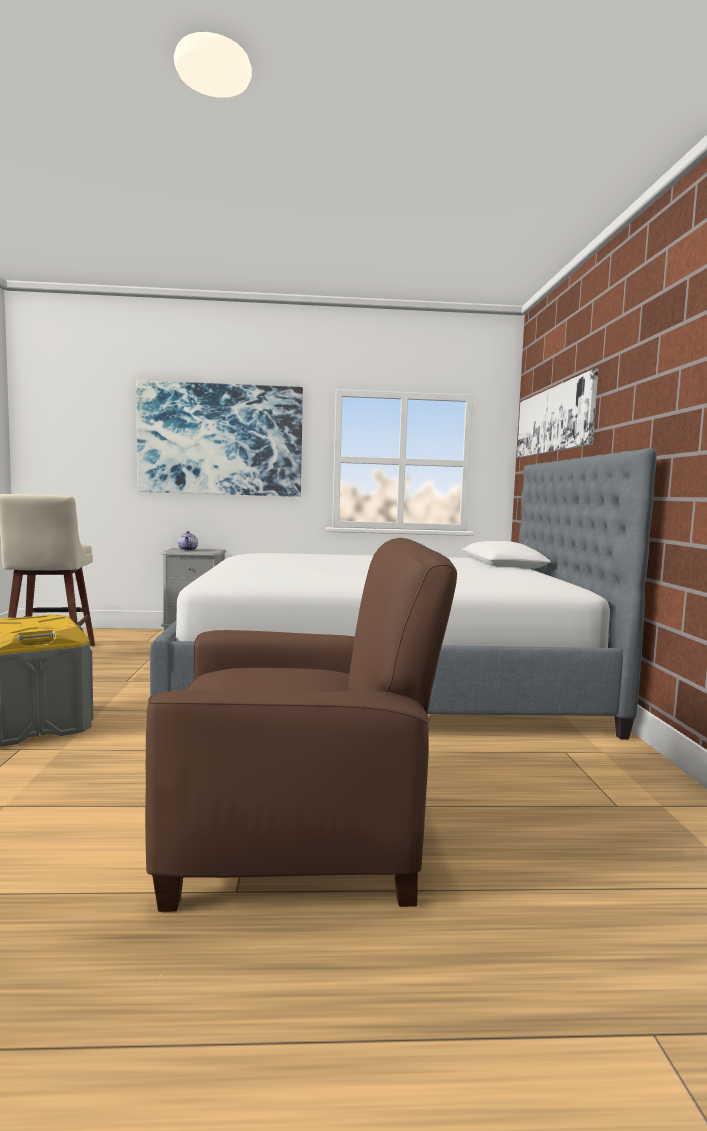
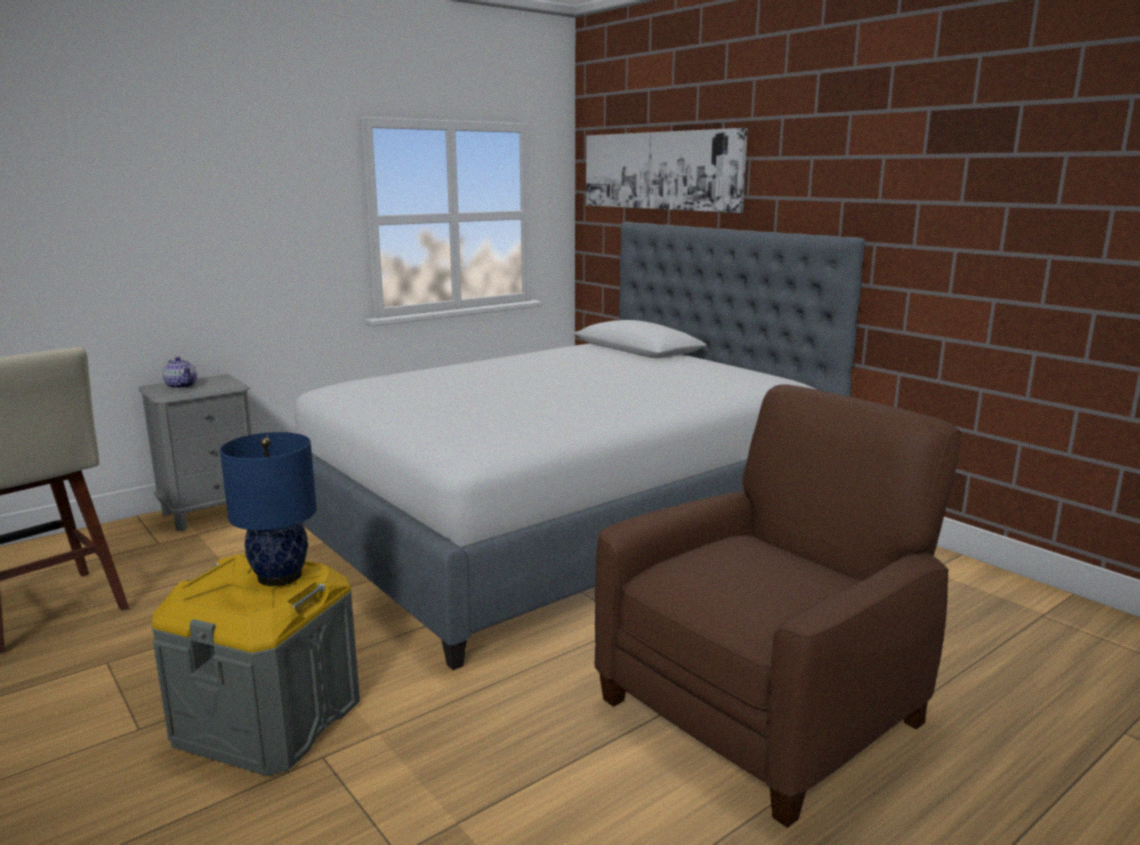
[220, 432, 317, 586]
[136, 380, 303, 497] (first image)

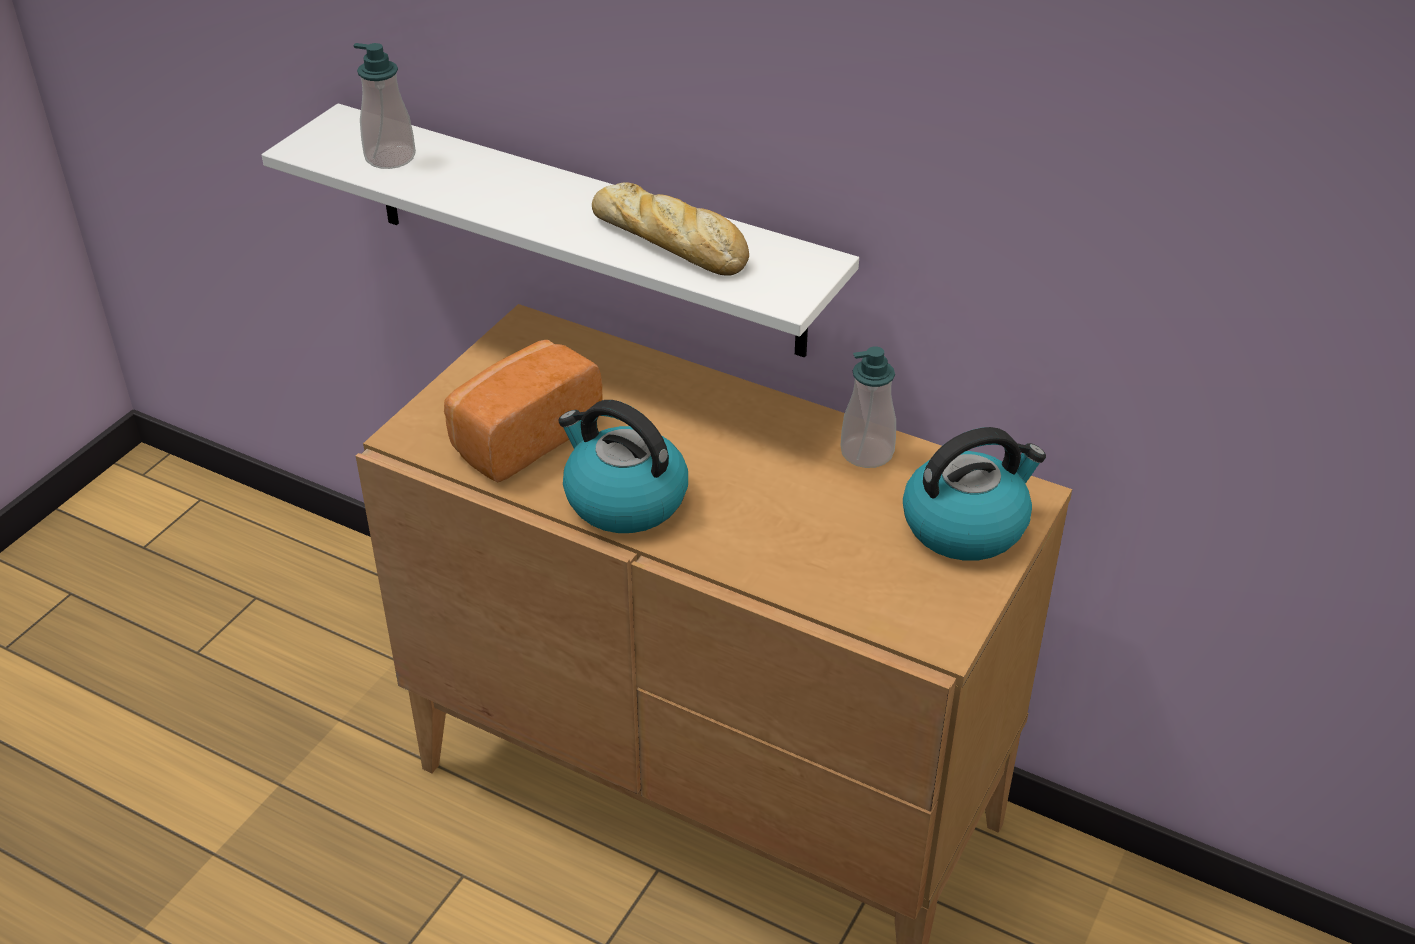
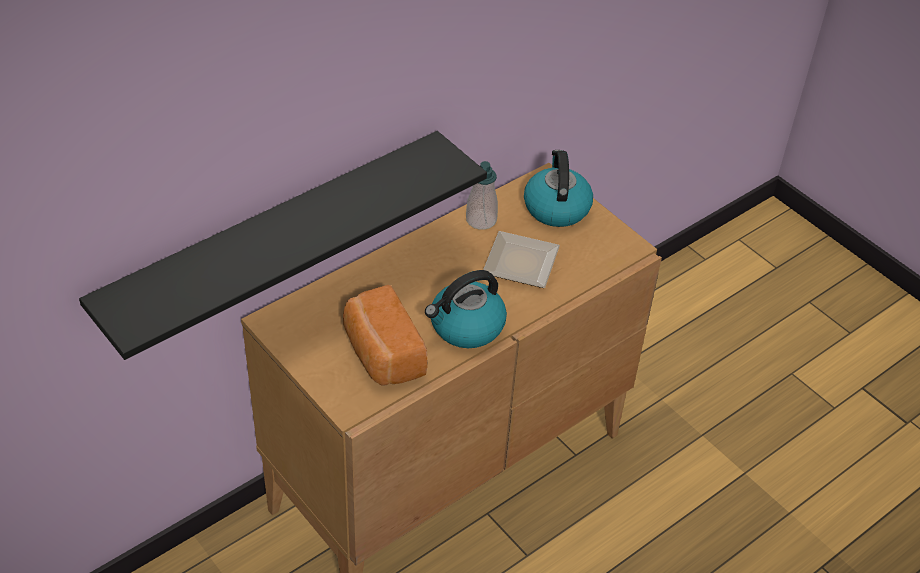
[79, 131, 487, 360]
[483, 231, 560, 288]
[353, 43, 416, 169] (first image)
[592, 182, 749, 276] (first image)

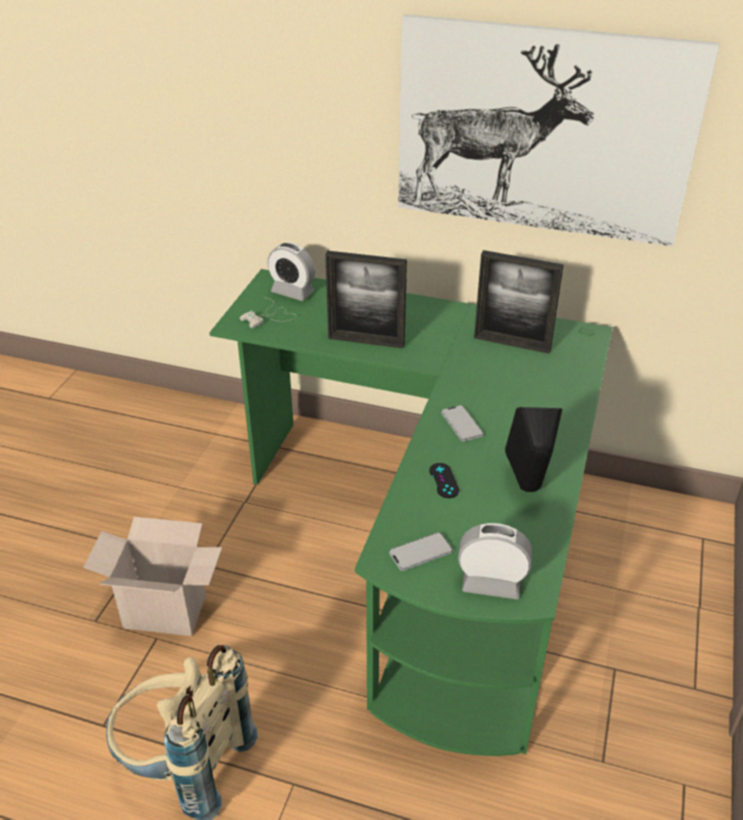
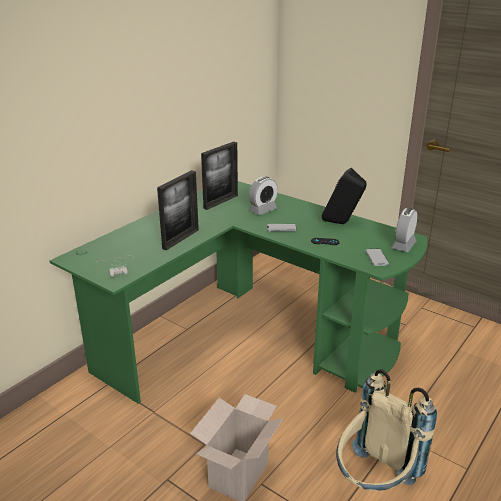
[249, 176, 278, 215]
[398, 14, 720, 247] (first image)

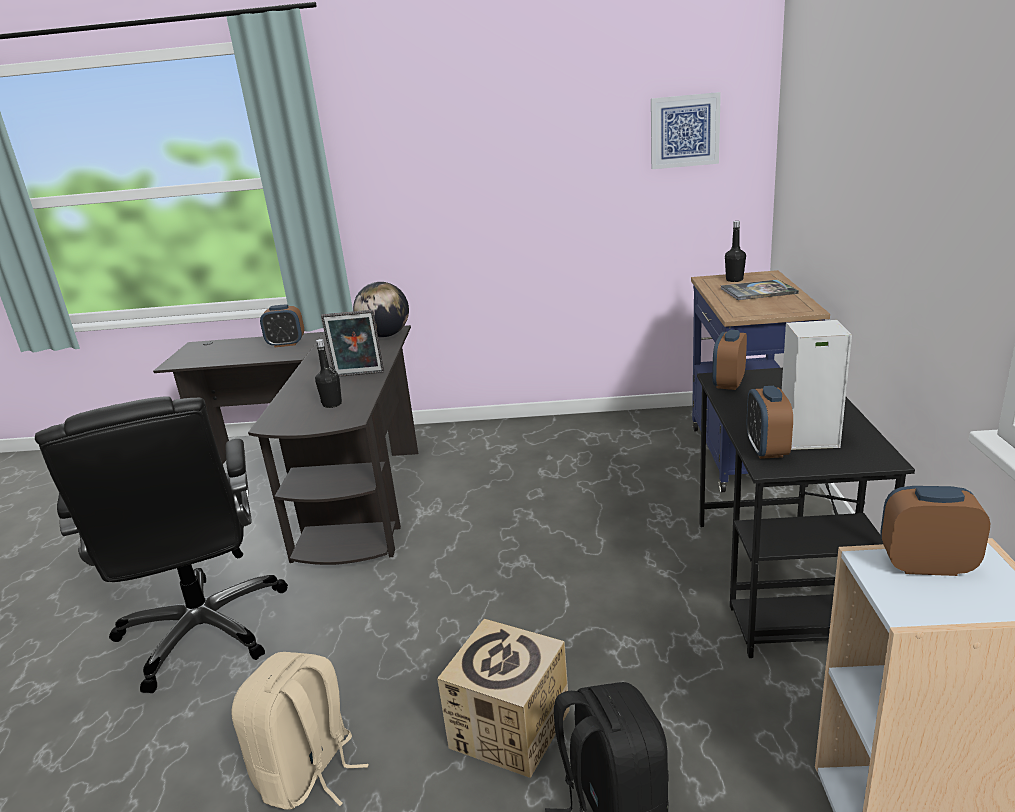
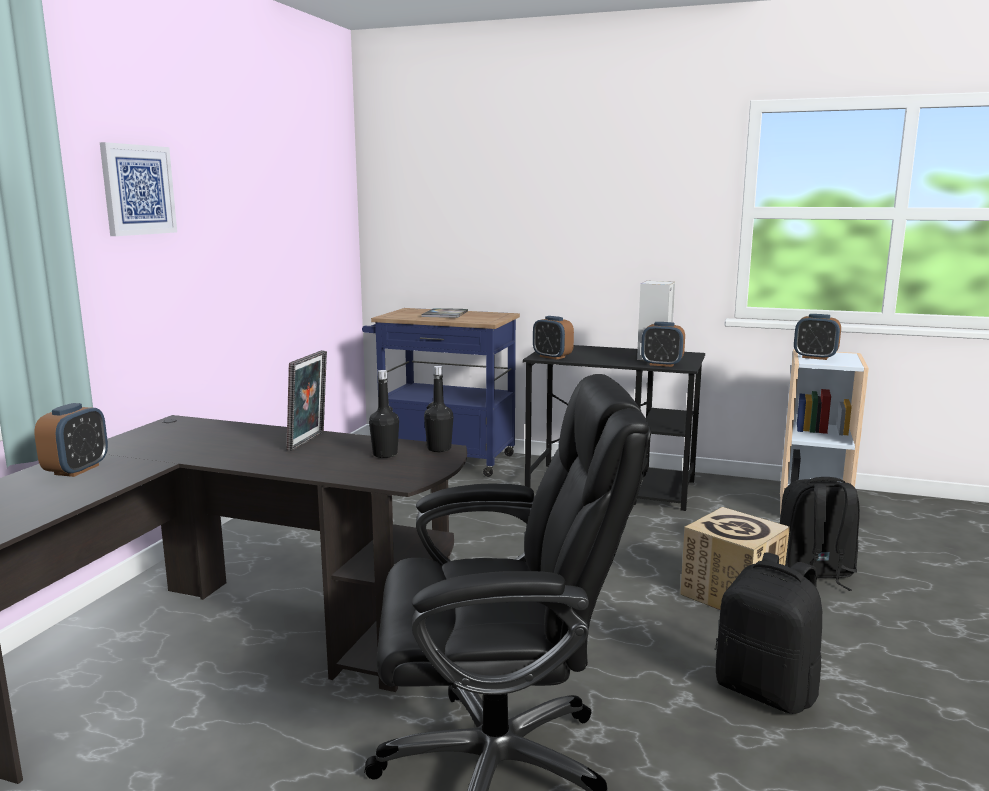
[100, 142, 177, 236]
[424, 366, 453, 452]
[716, 552, 822, 714]
[794, 314, 841, 360]
[353, 282, 409, 337] (first image)

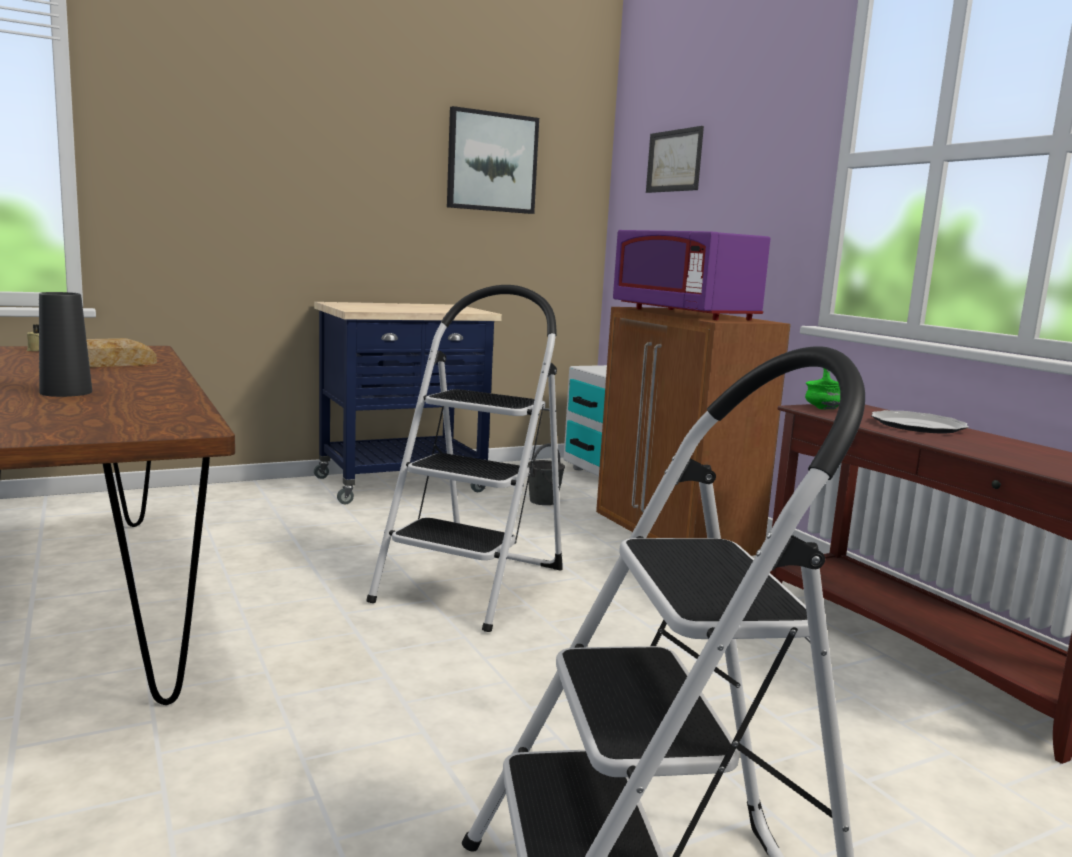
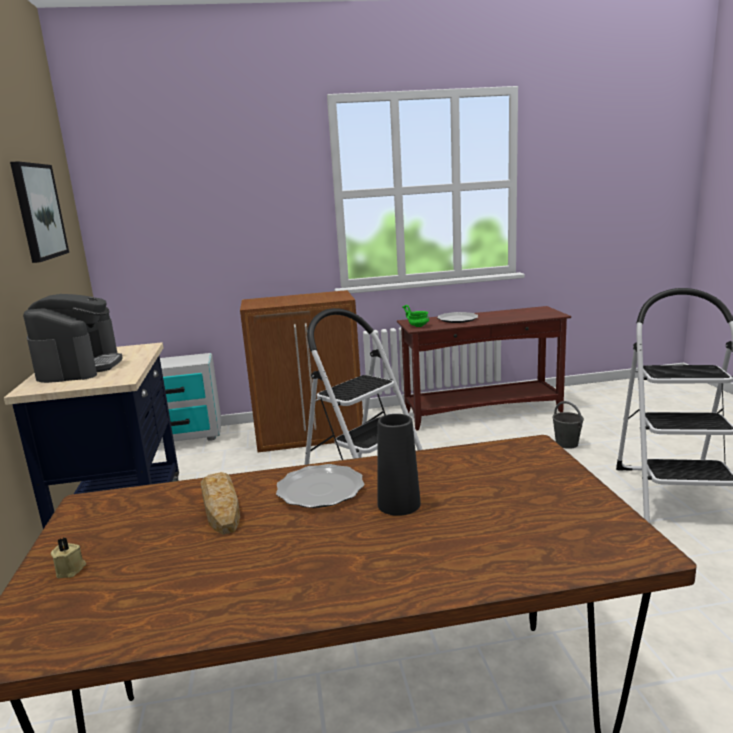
[23, 294, 123, 383]
[276, 464, 364, 508]
[552, 401, 584, 449]
[613, 230, 770, 321] (first image)
[646, 126, 704, 193] (first image)

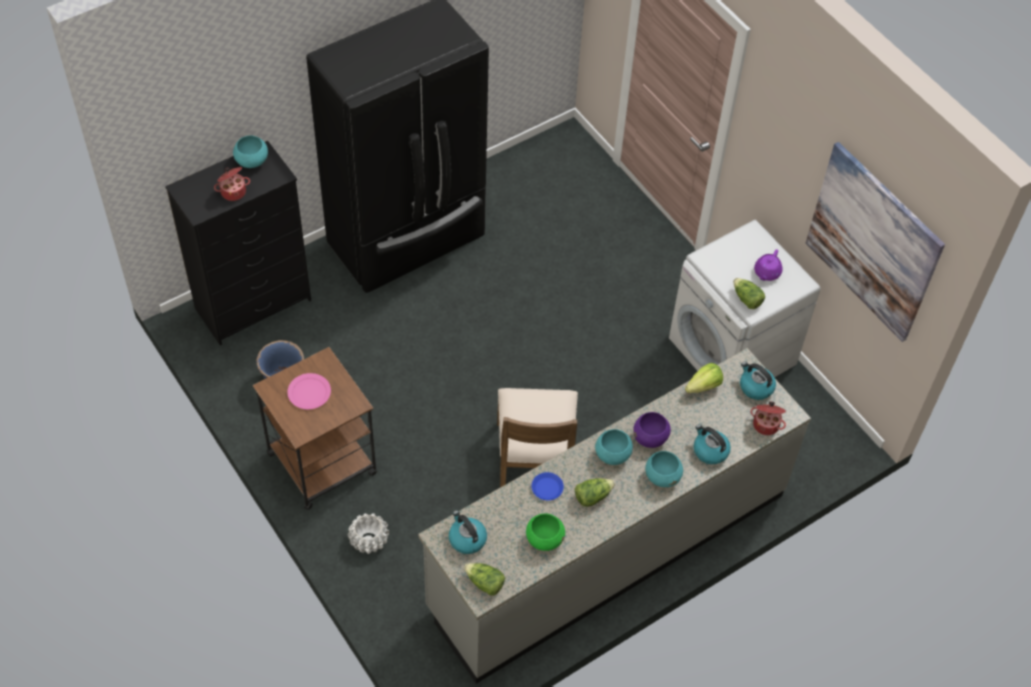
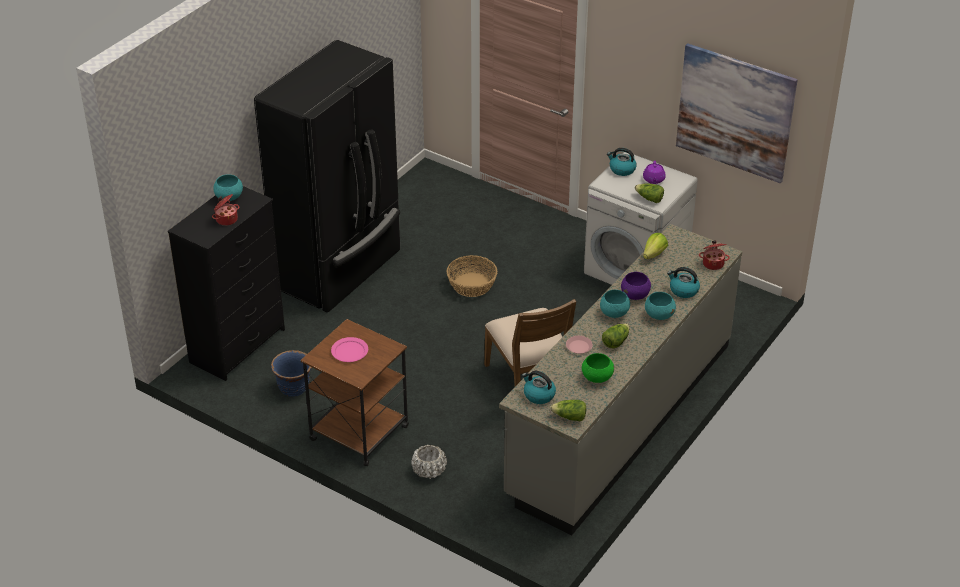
[447, 255, 497, 297]
[566, 336, 593, 354]
[607, 148, 637, 176]

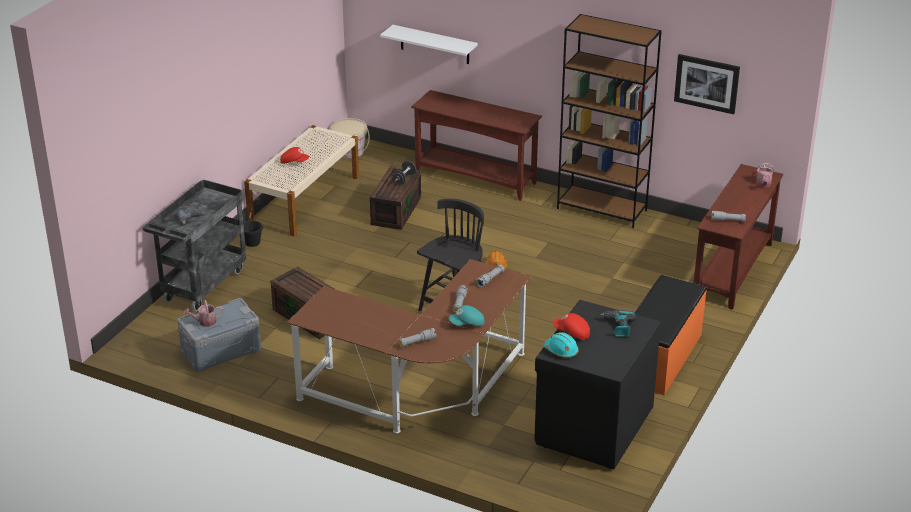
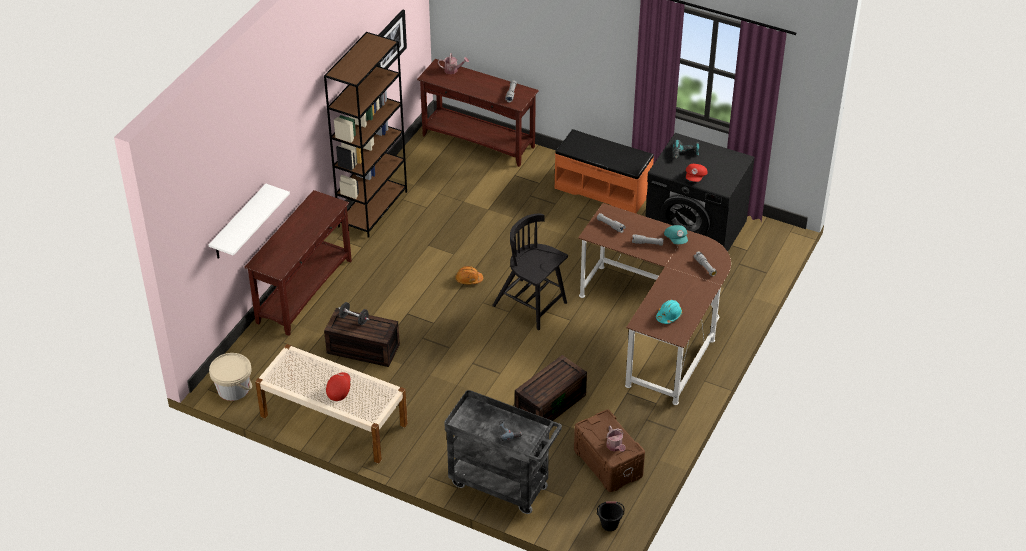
[574, 409, 645, 492]
[597, 501, 625, 531]
[656, 300, 683, 324]

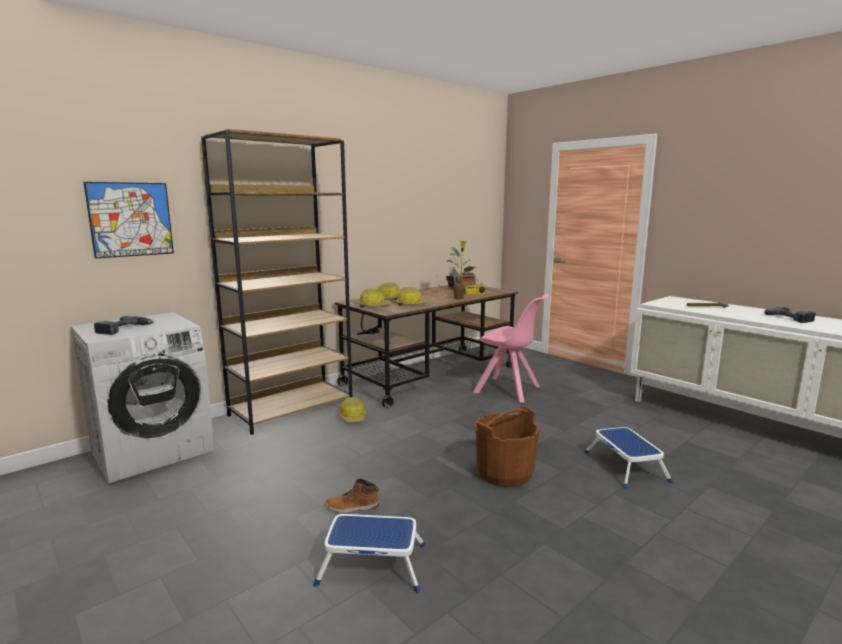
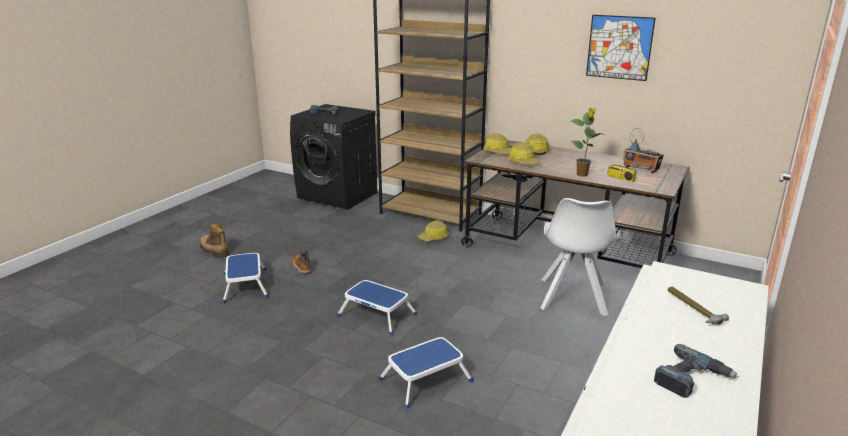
[200, 224, 229, 258]
[290, 104, 377, 209]
[336, 280, 418, 337]
[541, 198, 617, 316]
[586, 15, 655, 81]

